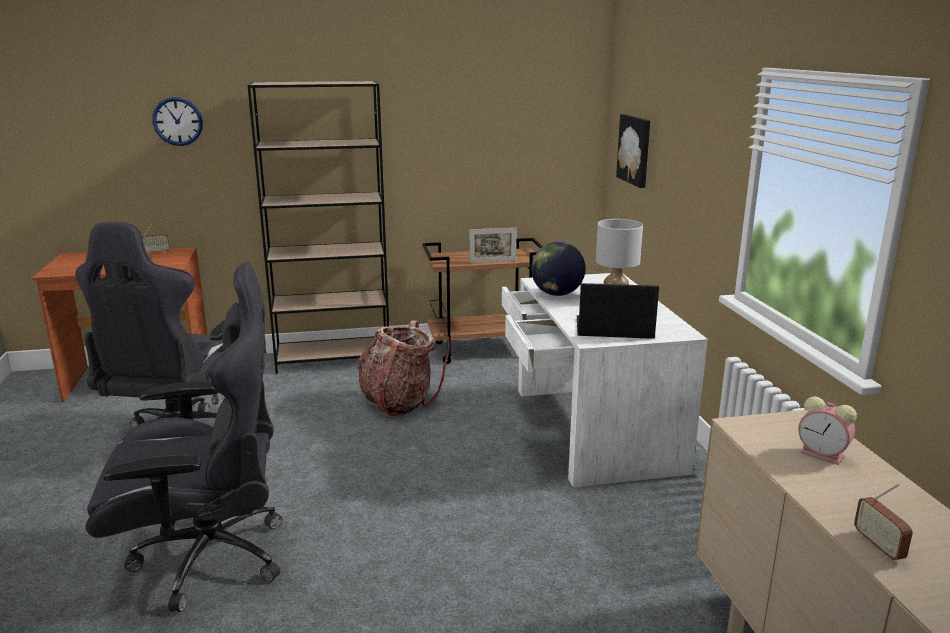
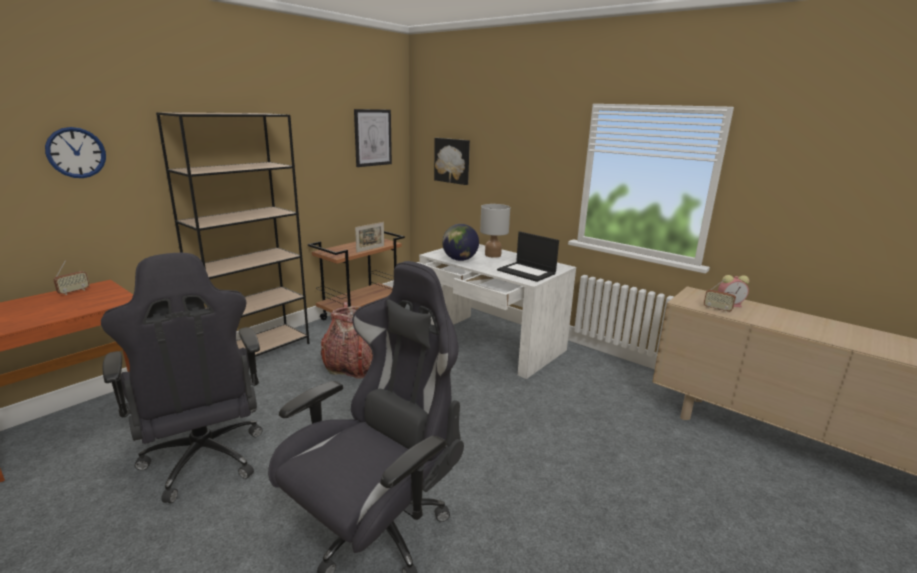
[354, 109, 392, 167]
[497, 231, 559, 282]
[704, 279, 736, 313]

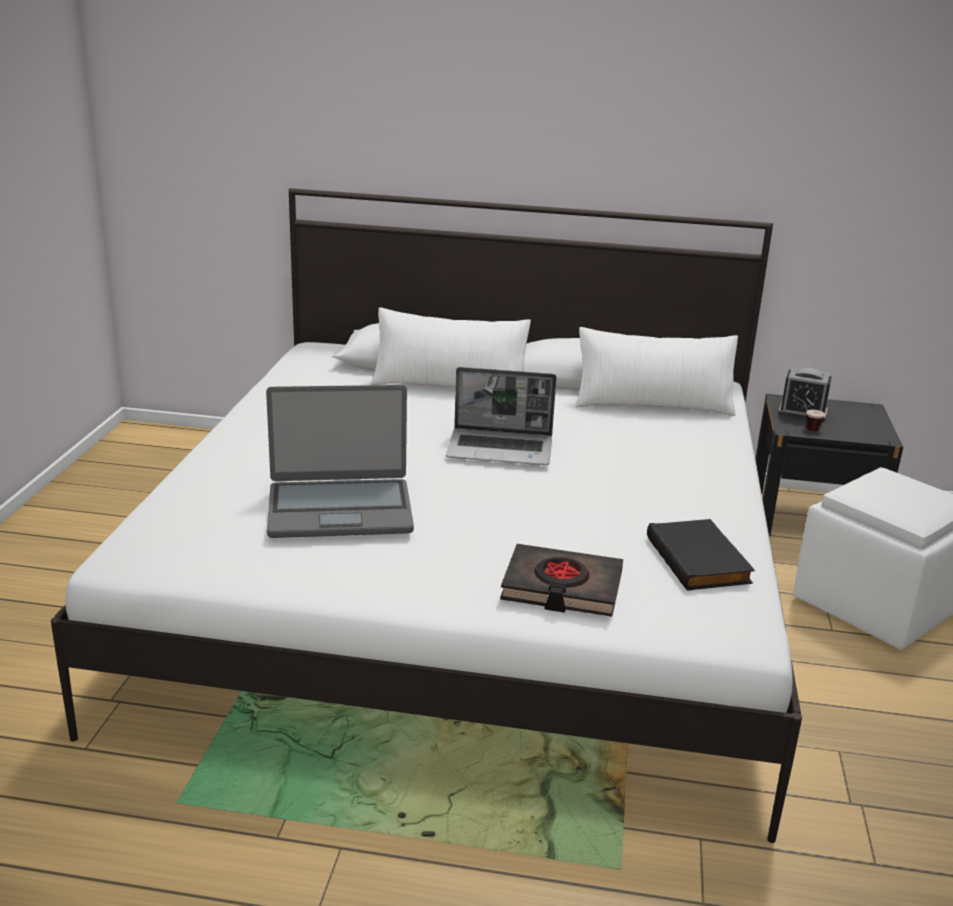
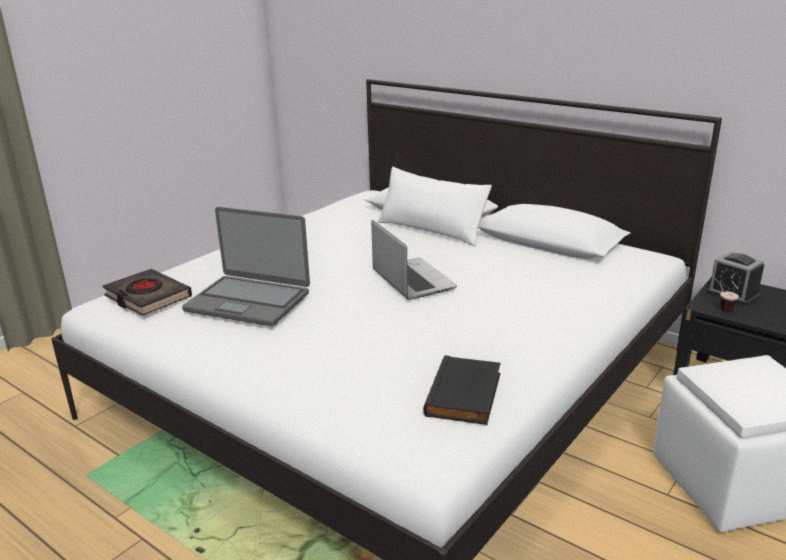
[103, 269, 192, 316]
[371, 220, 457, 300]
[576, 327, 738, 416] (first image)

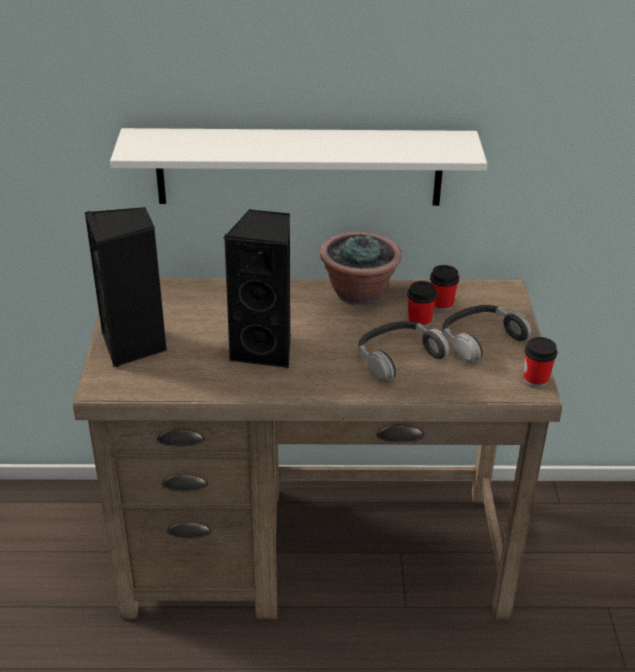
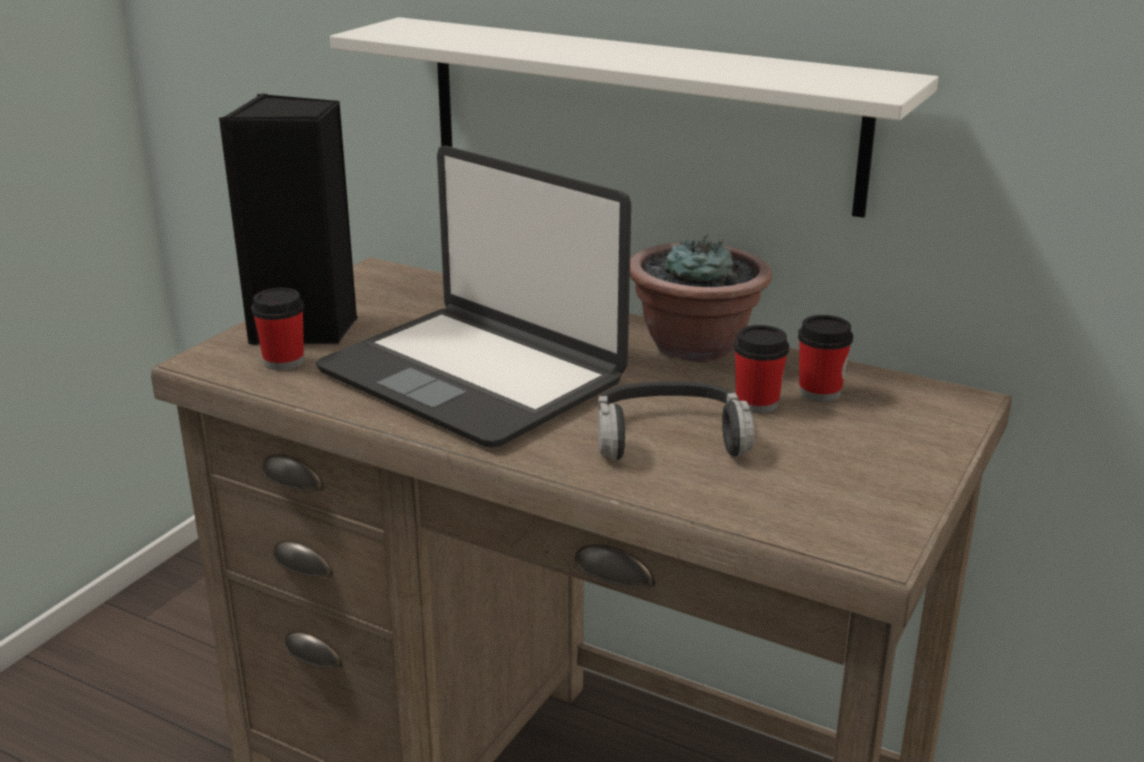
[251, 288, 304, 370]
[316, 146, 631, 447]
[442, 305, 531, 362] (first image)

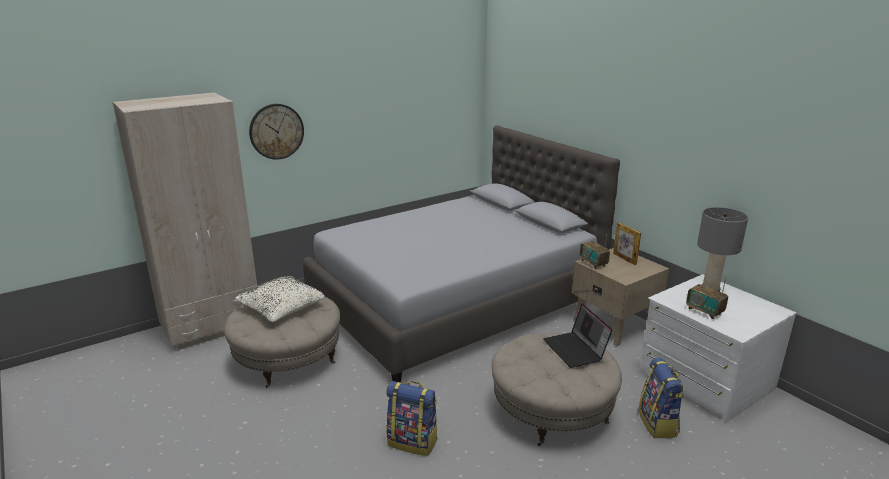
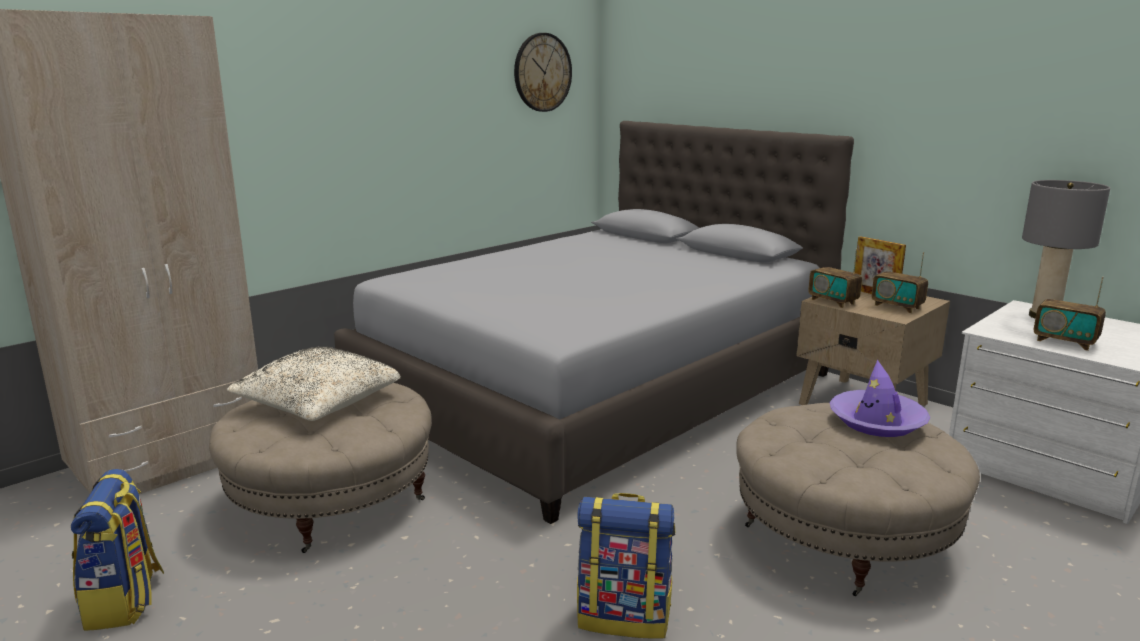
[71, 469, 164, 631]
[514, 33, 572, 112]
[829, 360, 930, 437]
[872, 252, 928, 313]

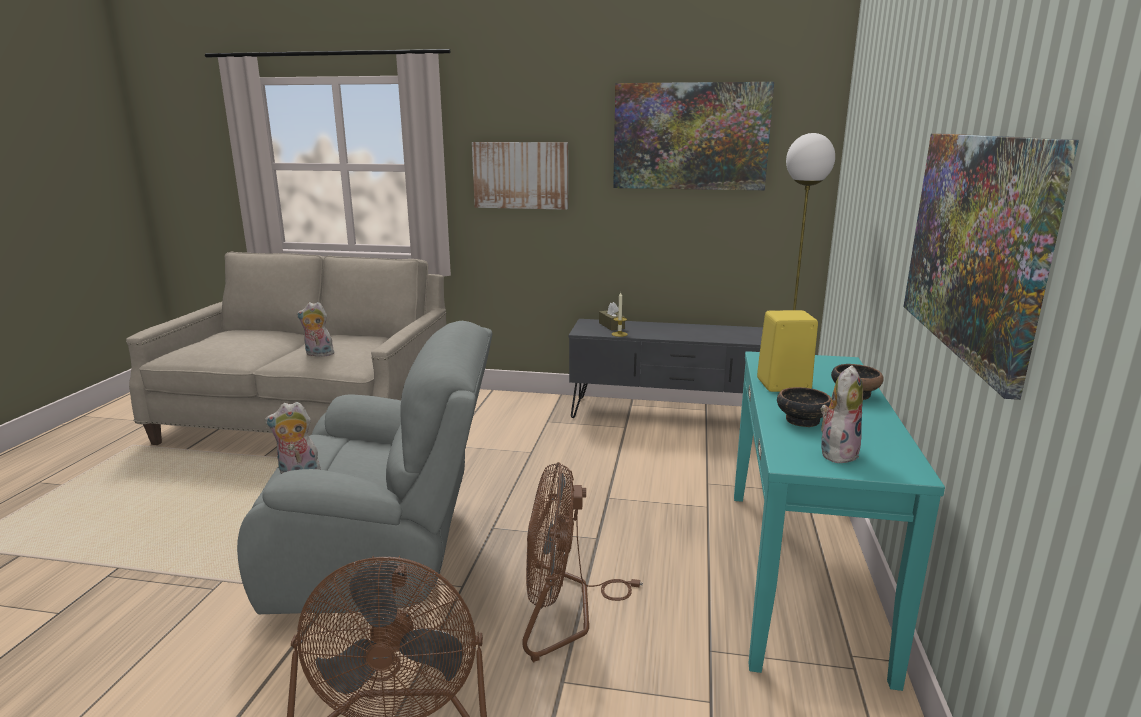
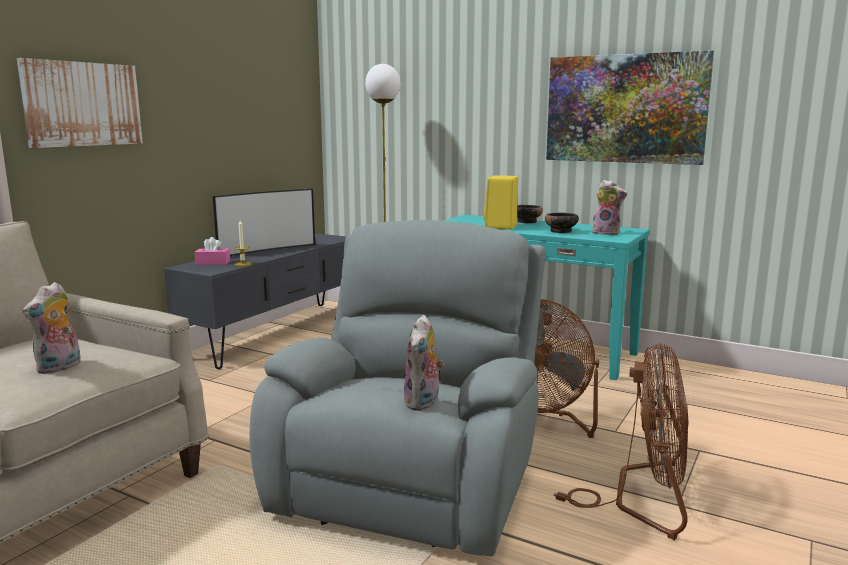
[195, 237, 230, 265]
[213, 189, 315, 256]
[592, 180, 627, 235]
[613, 82, 774, 190] (first image)

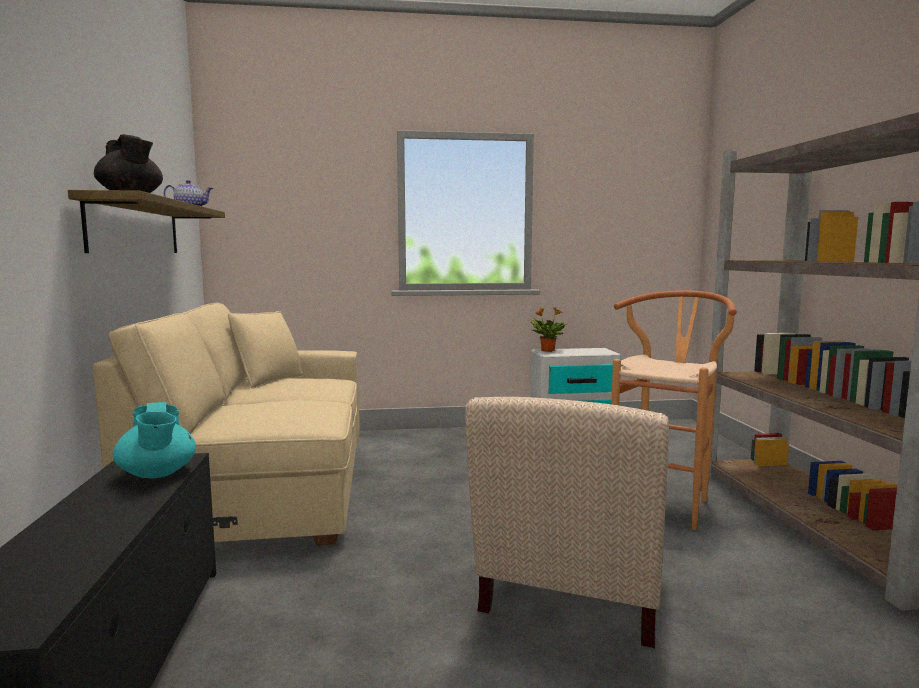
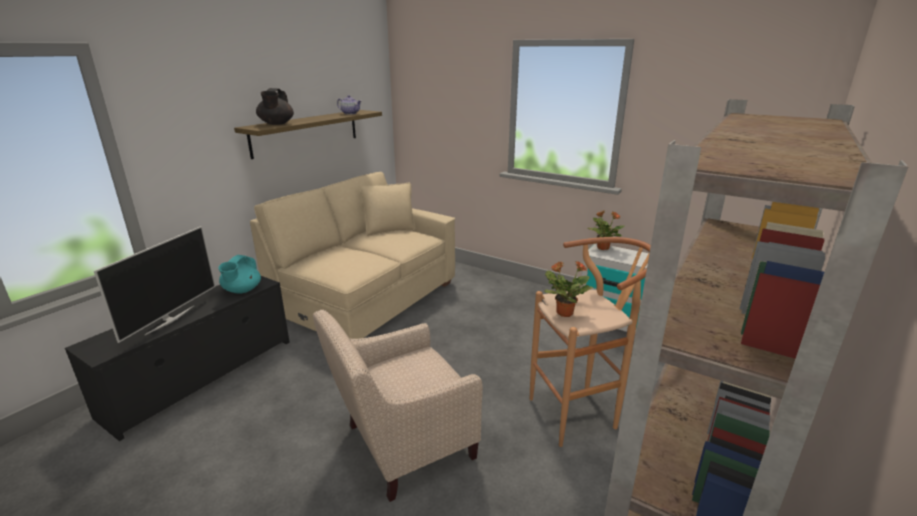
[94, 226, 216, 343]
[544, 261, 593, 317]

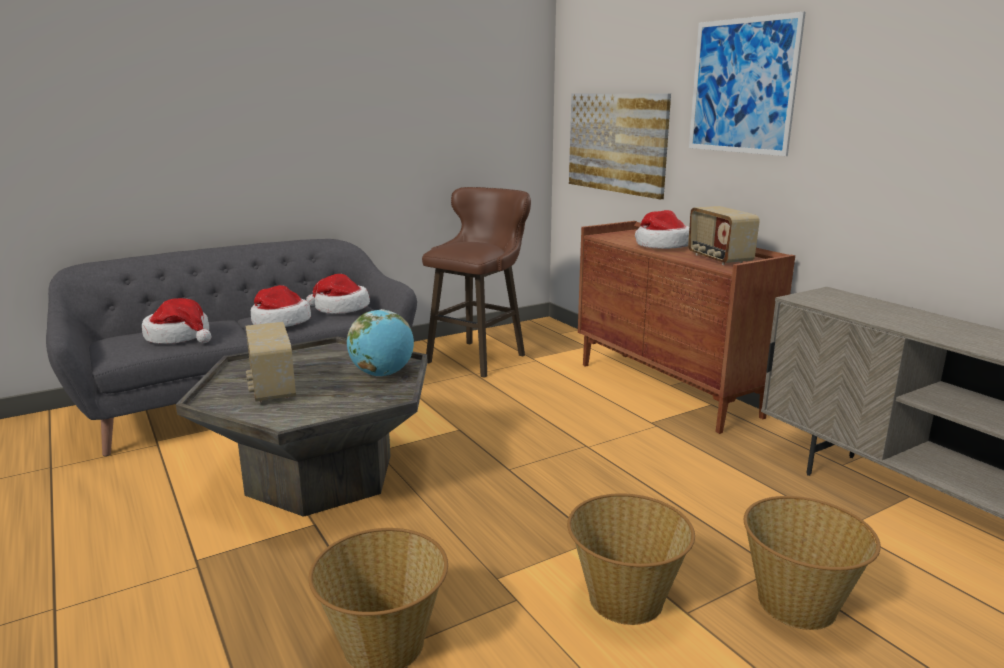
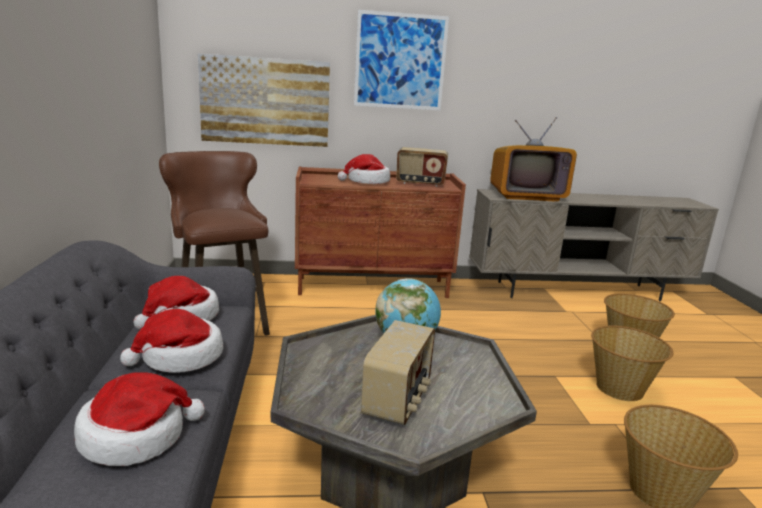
[361, 320, 435, 425]
[490, 117, 577, 202]

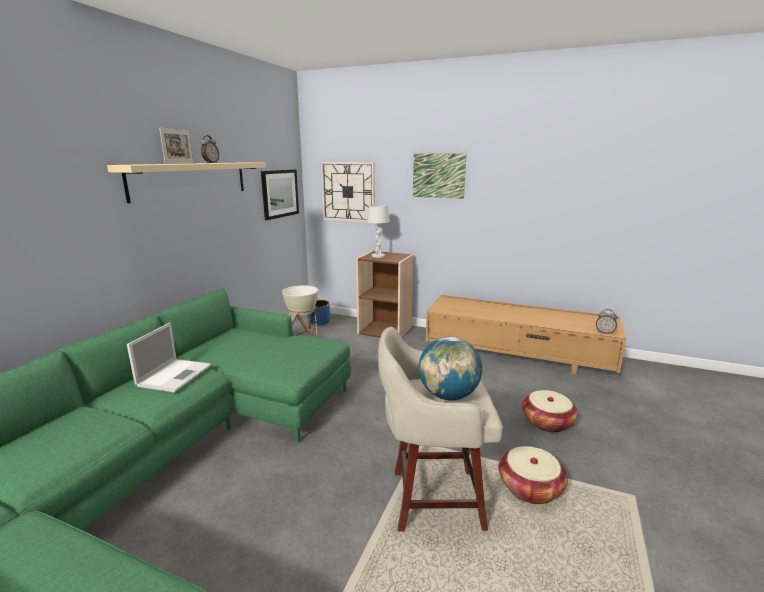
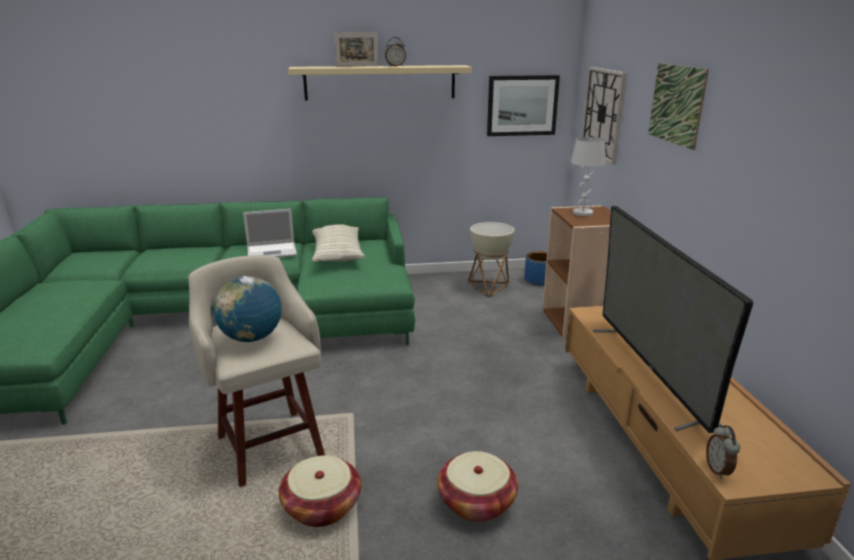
[312, 224, 365, 262]
[593, 206, 754, 433]

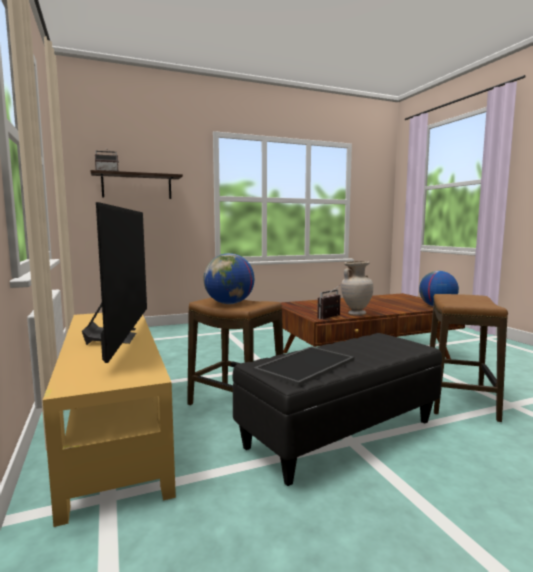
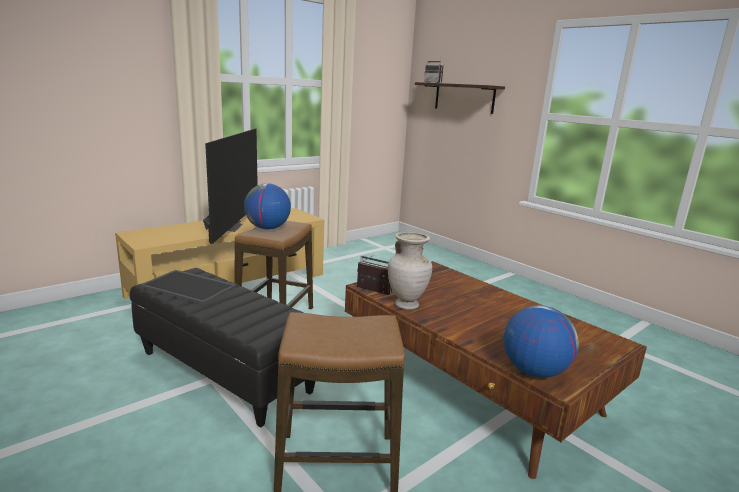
[203, 128, 258, 244]

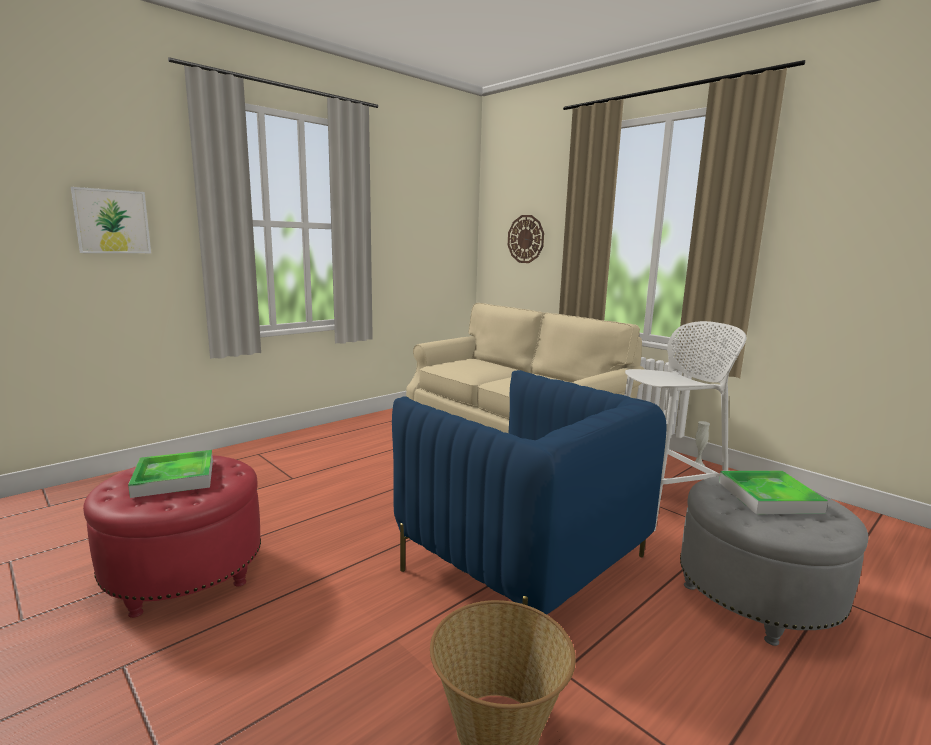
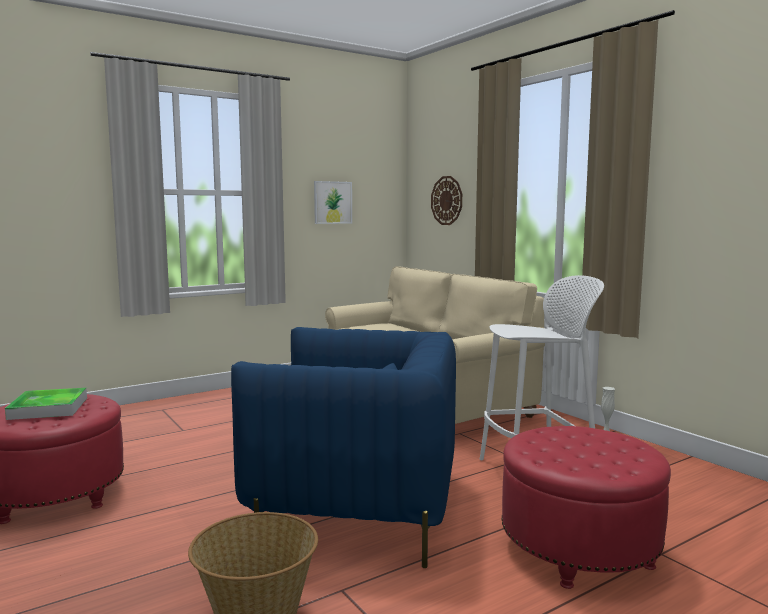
[231, 327, 456, 568]
[314, 181, 352, 224]
[502, 426, 671, 589]
[719, 471, 828, 514] (first image)

